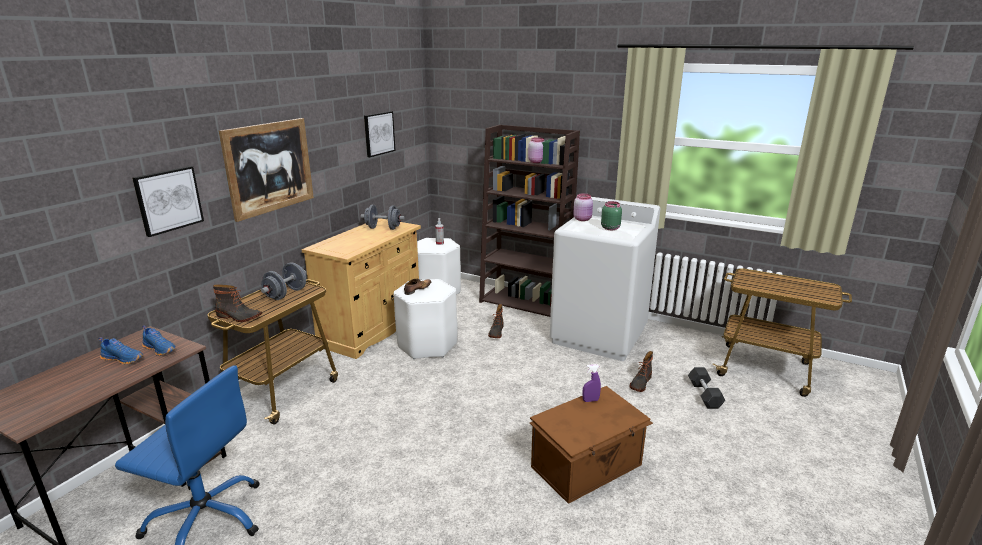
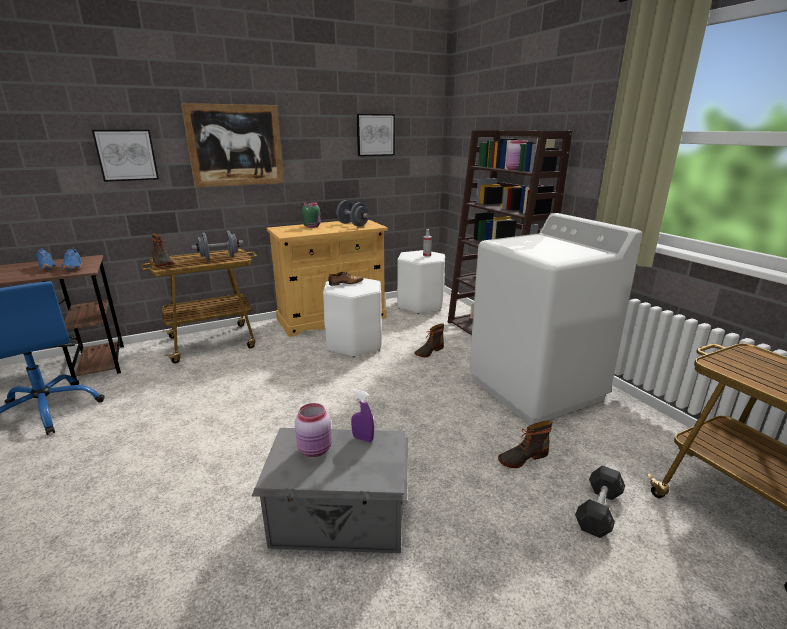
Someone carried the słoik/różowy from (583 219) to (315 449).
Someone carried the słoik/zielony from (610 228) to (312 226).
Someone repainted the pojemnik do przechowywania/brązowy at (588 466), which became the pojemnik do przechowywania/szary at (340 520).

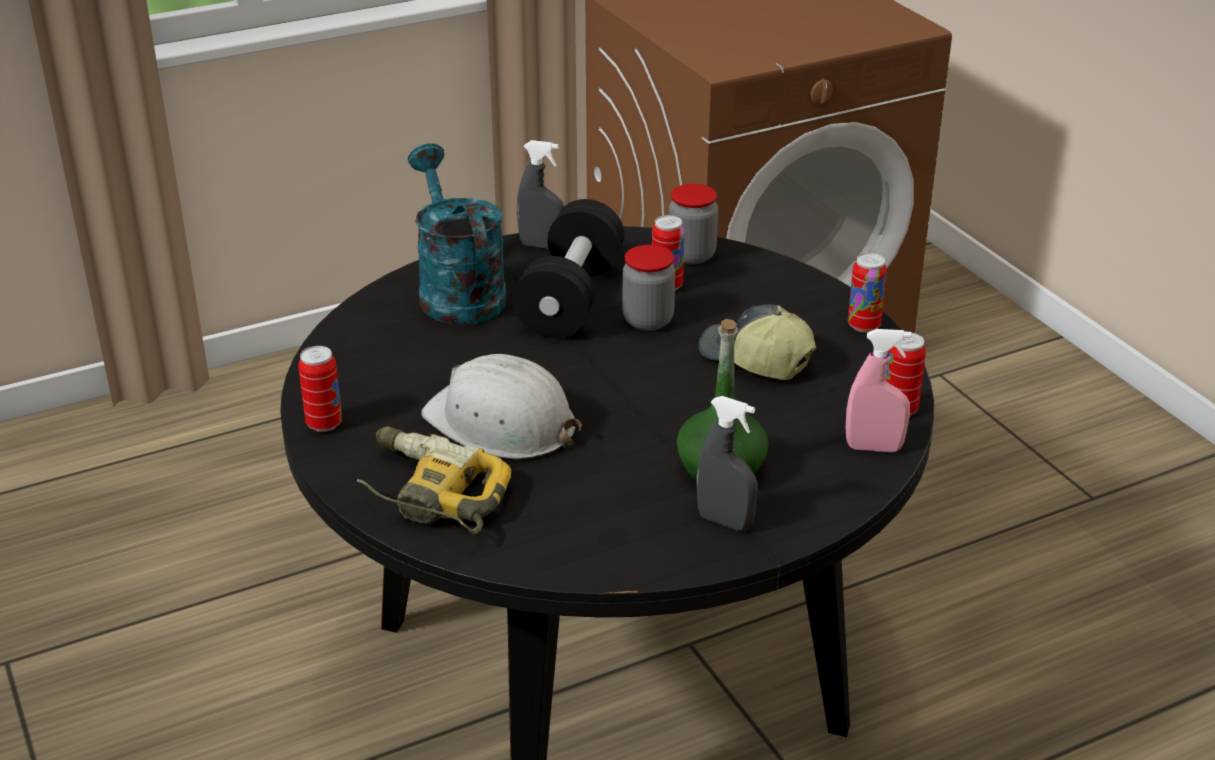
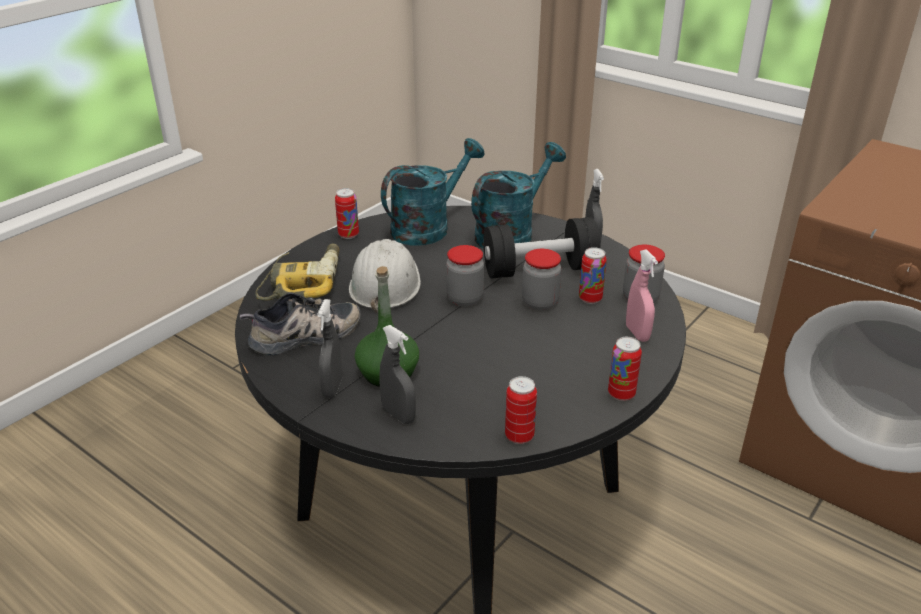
Someone took away the czapka z daszkiem at (754 359).
Someone put down the but at (305 337).
Someone put down the spryskiwacz/szary at (398 415).
Someone put down the konewka/turkusowy at (428 227).
Someone put down the słoik at (465 299).
Someone carried the spryskiwacz/różowy from (874 448) to (637 333).

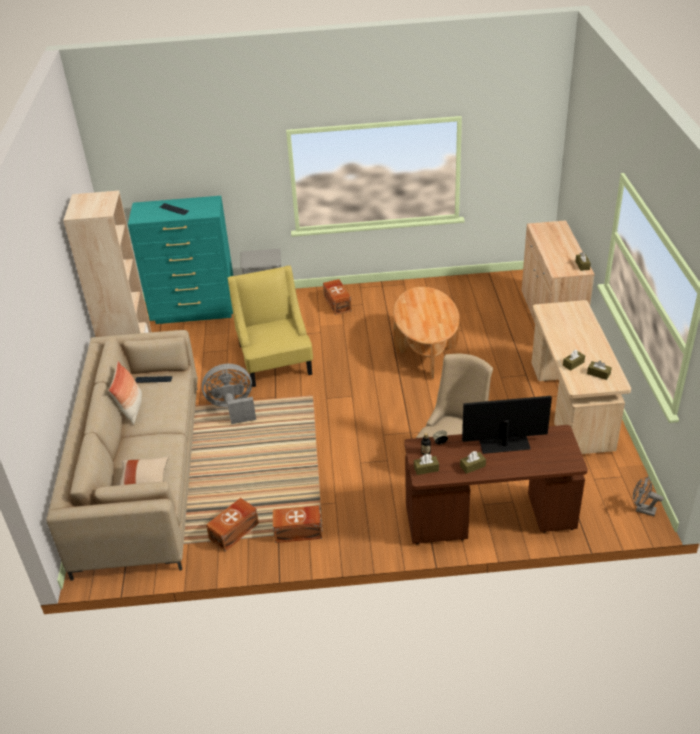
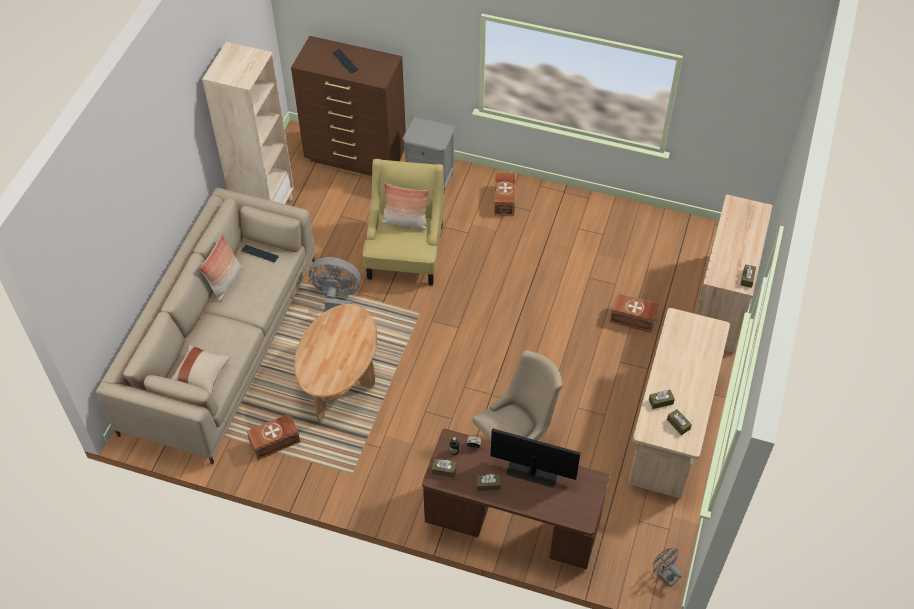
Someone put down the poduszka at (405 222).
Someone carried the pojemnik do przechowywania/brązowy from (299 532) to (633 319).
Someone carried the ława/brązowy from (426 350) to (340 378).
Someone repainted the komoda/turkusowy at (195 311), which became the komoda/brązowy at (356 157).

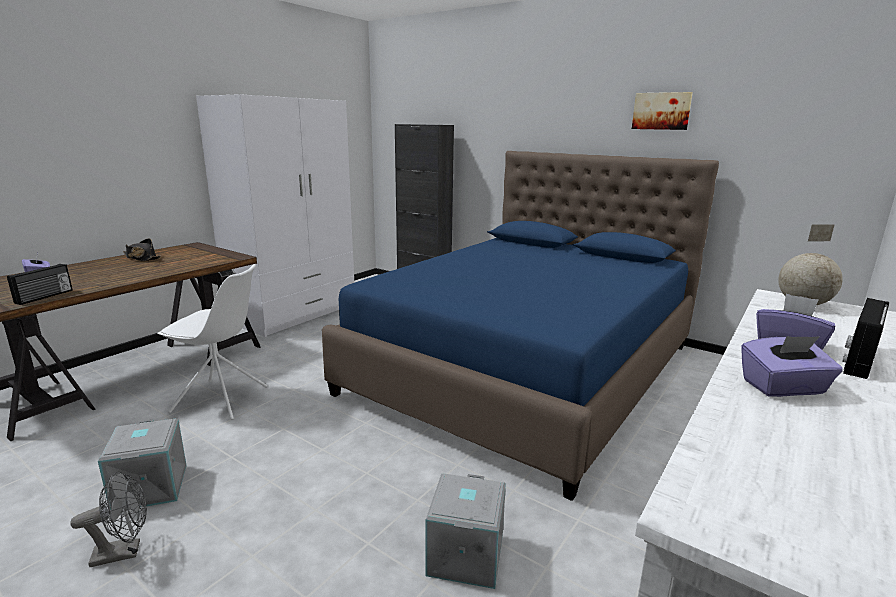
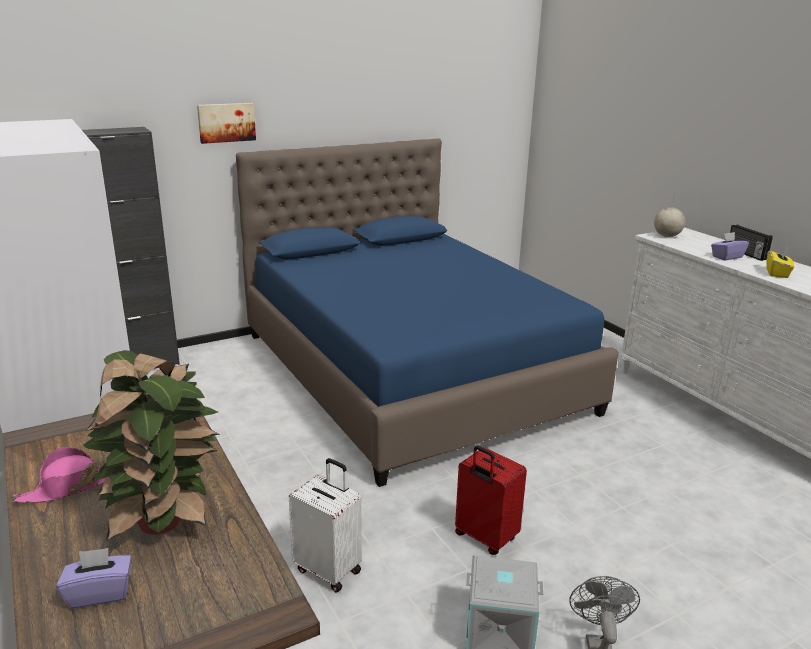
Someone took away the radio at (45 297).
Someone took away the pojemnik do przechowywania/szary at (464 554).
Someone put down the roślina doniczkowa at (163 519).
Someone put down the walizka/czerwony at (484 538).
Someone carried the obraz from (661 111) to (226 122).
Someone swapped the krzesło/biały at (222 399) for the walizka/biały at (329 569).
Someone repainted the kapelusz/czarny at (141 258), which became the kapelusz/różowy at (70 487).
Someone repainted the pudełko chusteczek/fioletowy at (783 388), which became the pudełko chusteczek/żółty at (777 273).

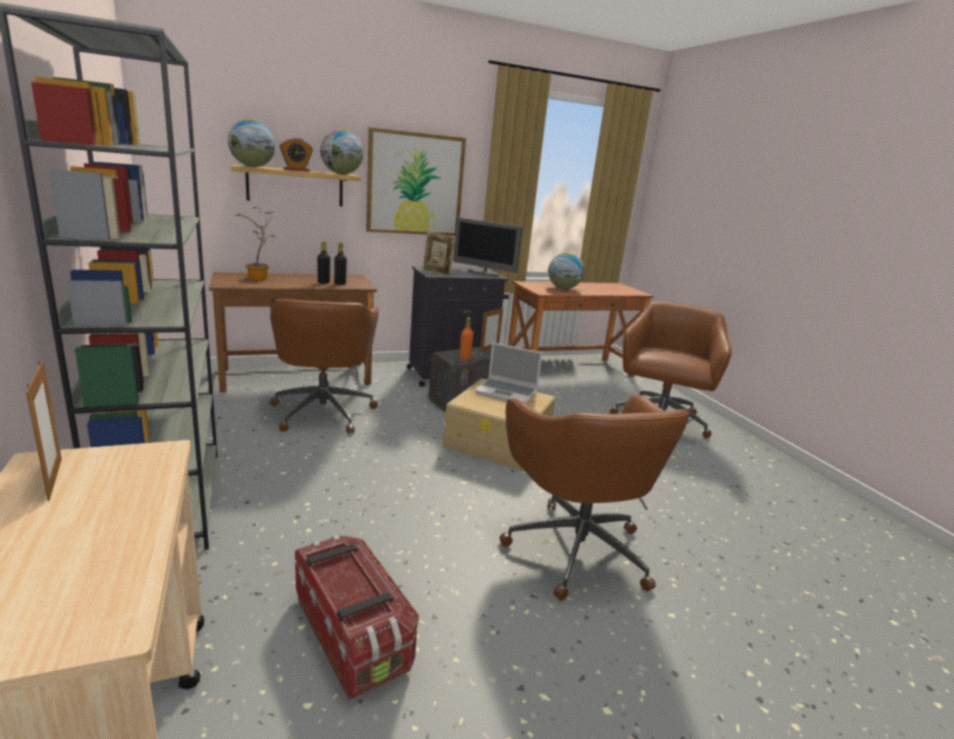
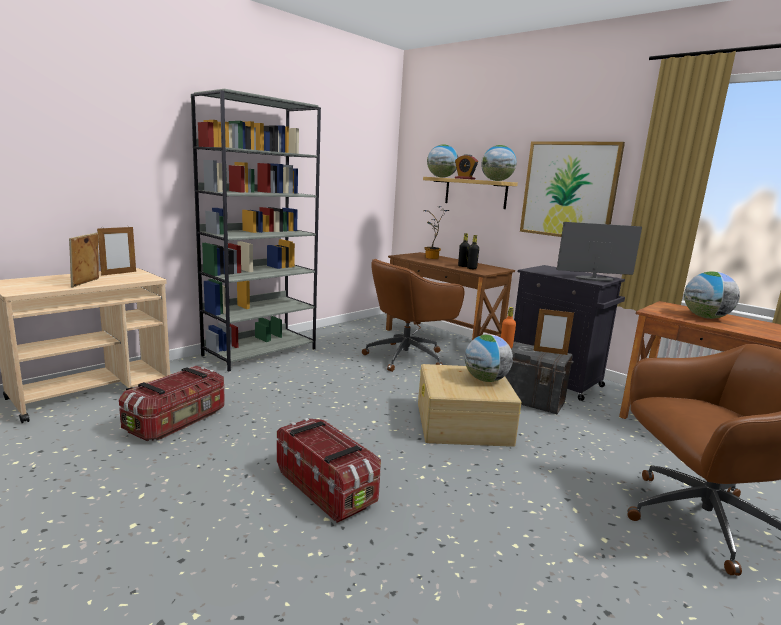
Someone carried the ramka na zdjęcie from (437 273) to (86 283).
Someone swapped the laptop at (507 392) for the globus at (485 380).
Someone swapped the krzesło biurowe/brązowy at (575 547) for the pojemnik do przechowywania at (326 487).
Someone rotated the monitor at (484 273) by 90 degrees clockwise.

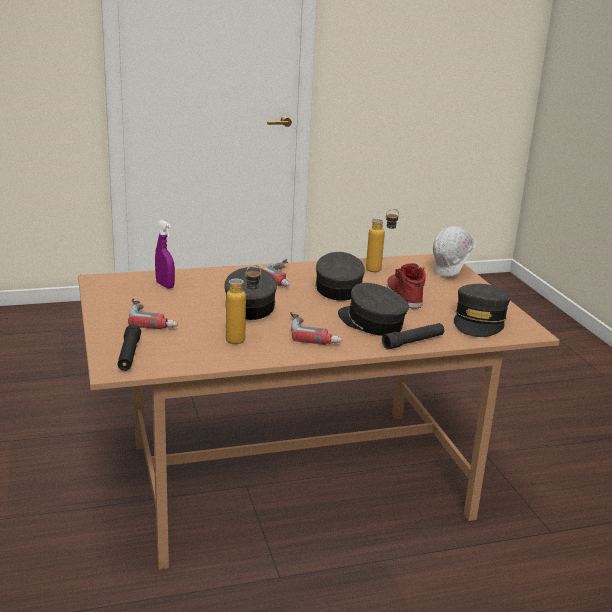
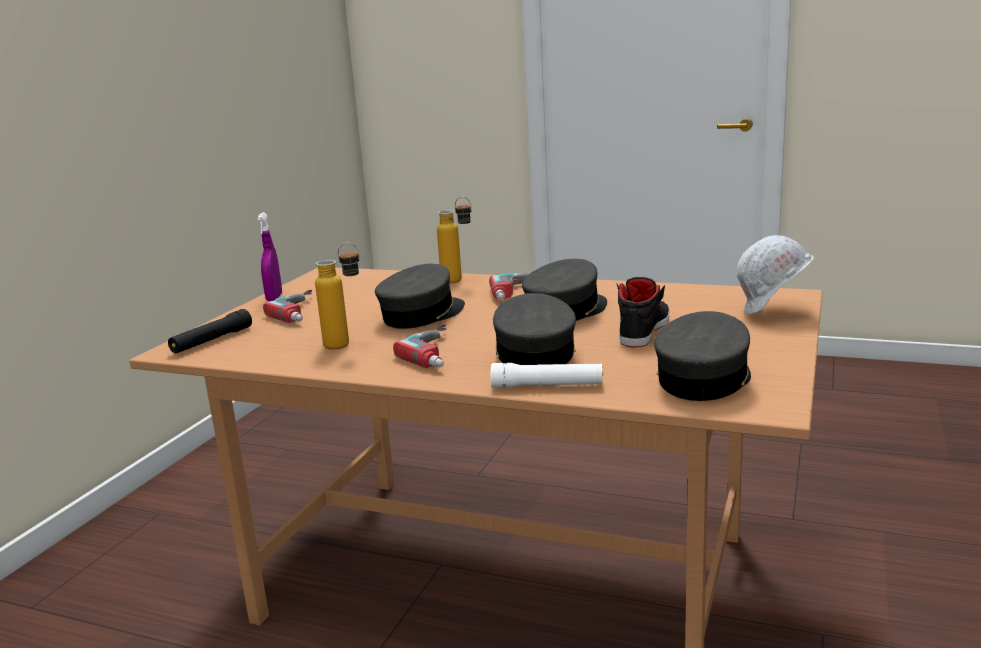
Someone carried the spryskiwacz/fioletowy from (165 285) to (274 298).
Someone carried the butelka from (379 269) to (459 281).
Someone repainted the latarka/czarny at (413 342), which became the latarka/biały at (547 386).
Someone repainted the but/czerwony at (403 295), which became the but/czarny at (643 329).
Someone rotated the czapka z daszkiem/szary at (479 321) by 150 degrees clockwise.

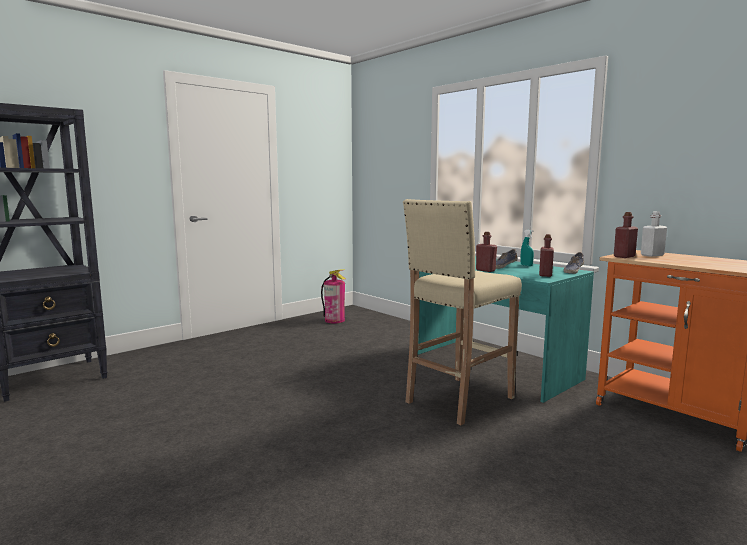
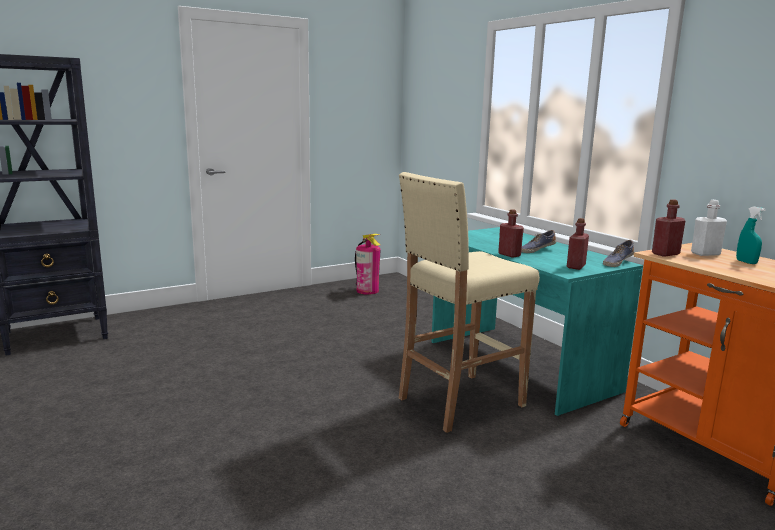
Someone carried the spryskiwacz/turkusowy from (526 265) to (746 262).

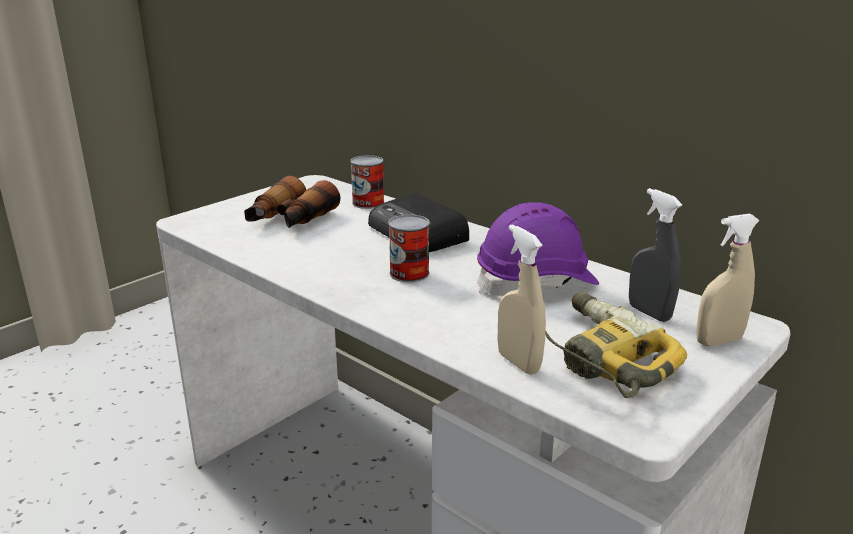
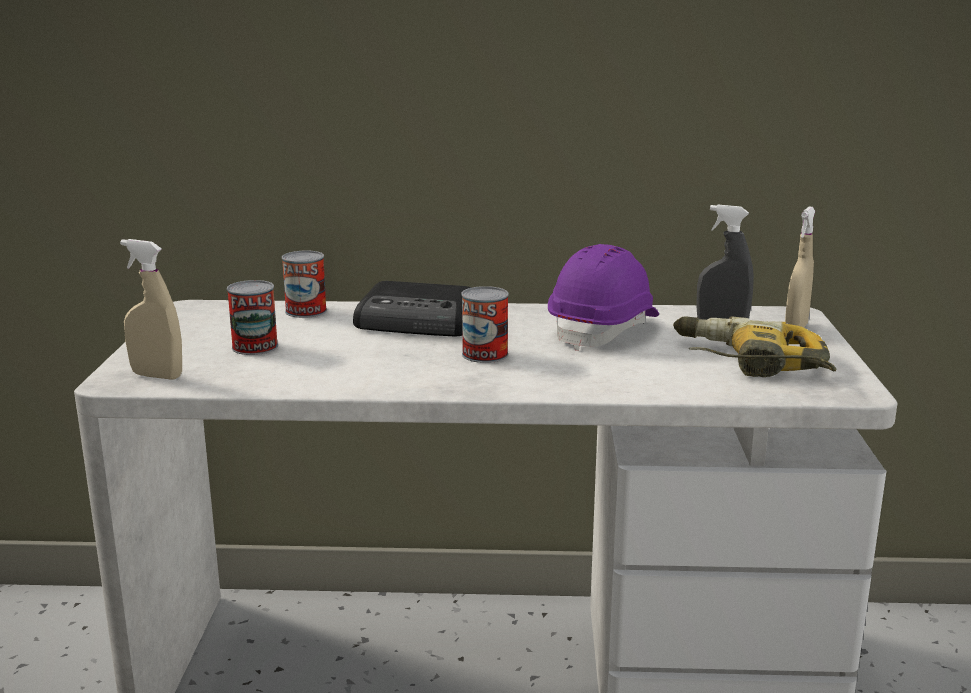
Someone carried the spryskiwacz/beżowy from (518 363) to (157 375).
Someone swapped the lornetka at (290 220) for the puszka at (255 347).

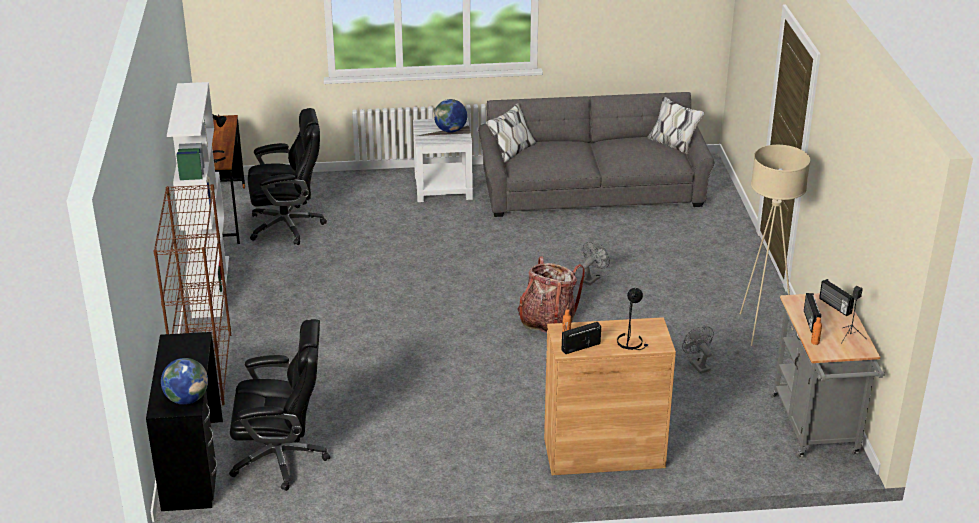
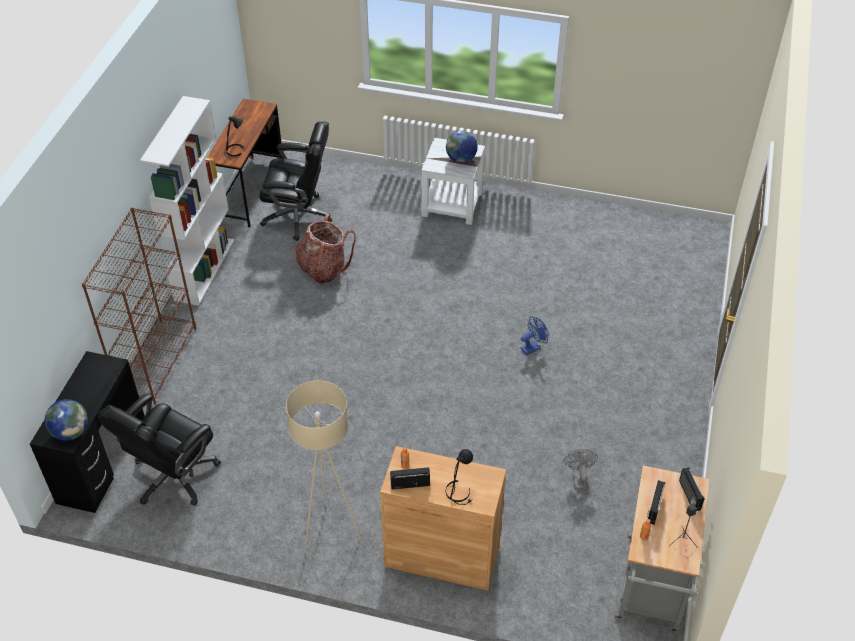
Someone took away the kanapa/szary at (592 190).
Someone carried the plecak from (547 321) to (324 268).
Someone carried the lampa stojąca/beżowy from (761 329) to (330 528).
Someone repainted the wentylator/szary at (592 278), which became the wentylator/niebieski at (533 347).
Someone rotated the krzesło biurowe/czarny at (281 458) by 105 degrees clockwise.

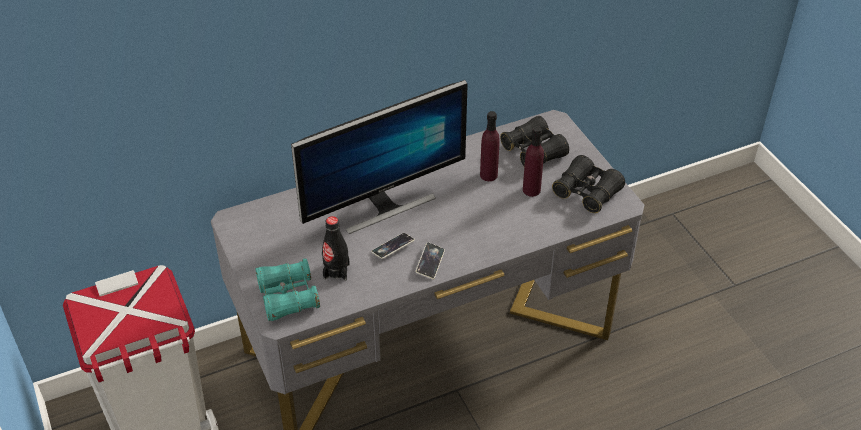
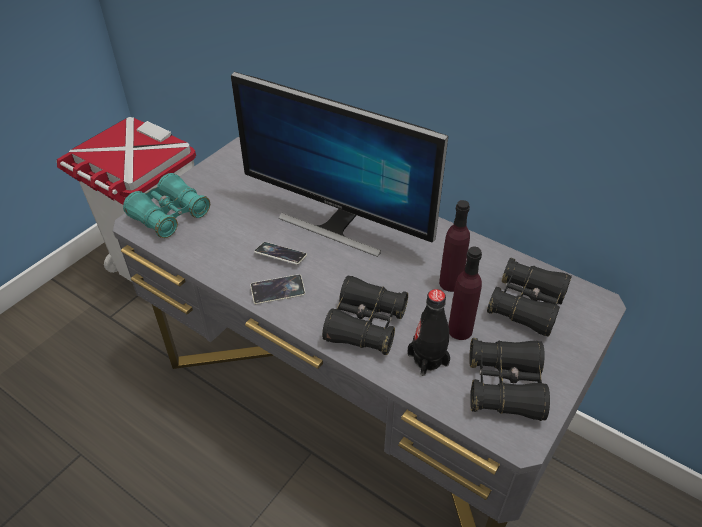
Someone put down the lornetka/czarny at (365 325).
Someone carried the butelka/czarny from (336 271) to (427 359).

